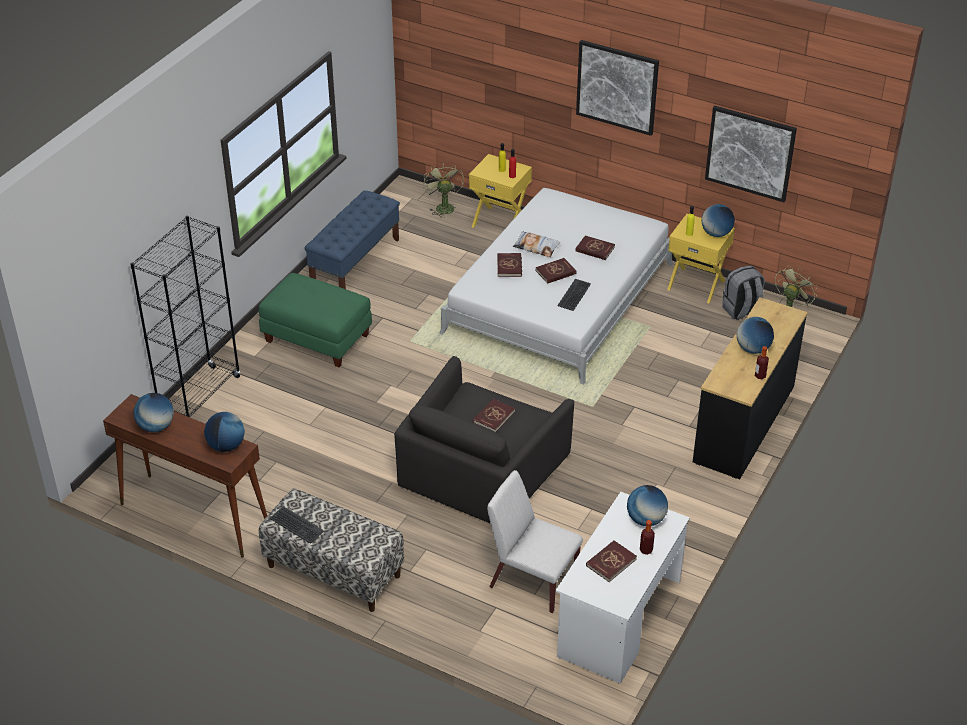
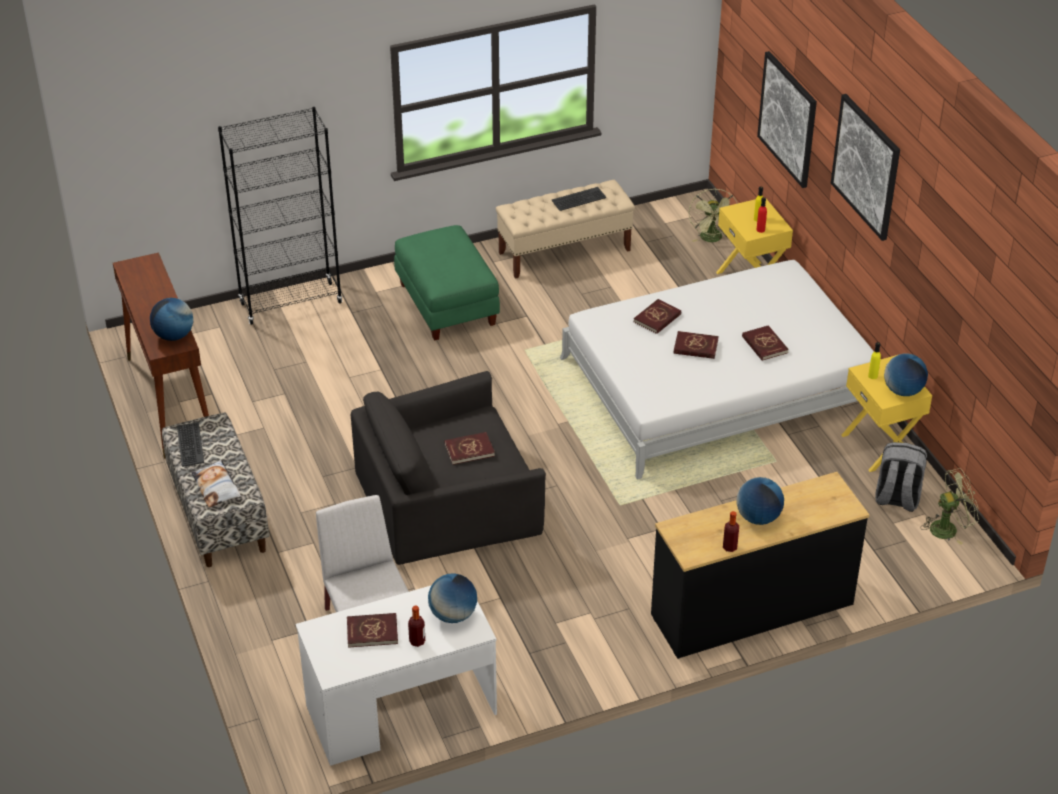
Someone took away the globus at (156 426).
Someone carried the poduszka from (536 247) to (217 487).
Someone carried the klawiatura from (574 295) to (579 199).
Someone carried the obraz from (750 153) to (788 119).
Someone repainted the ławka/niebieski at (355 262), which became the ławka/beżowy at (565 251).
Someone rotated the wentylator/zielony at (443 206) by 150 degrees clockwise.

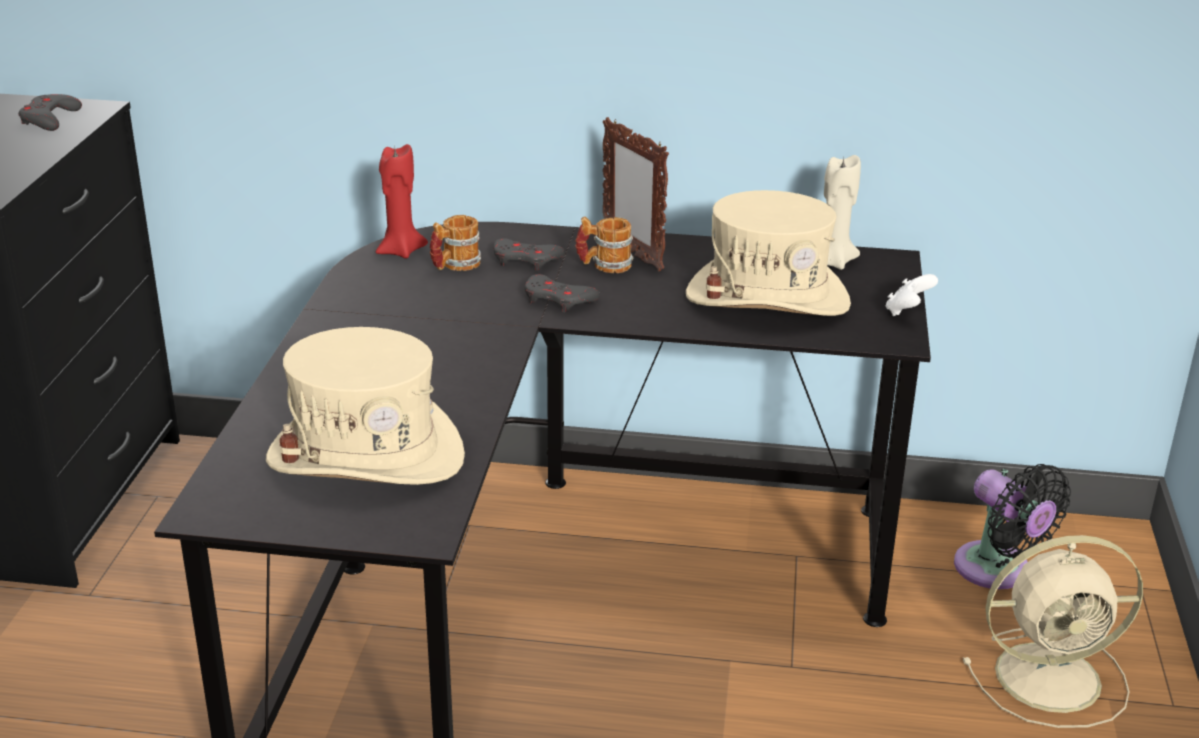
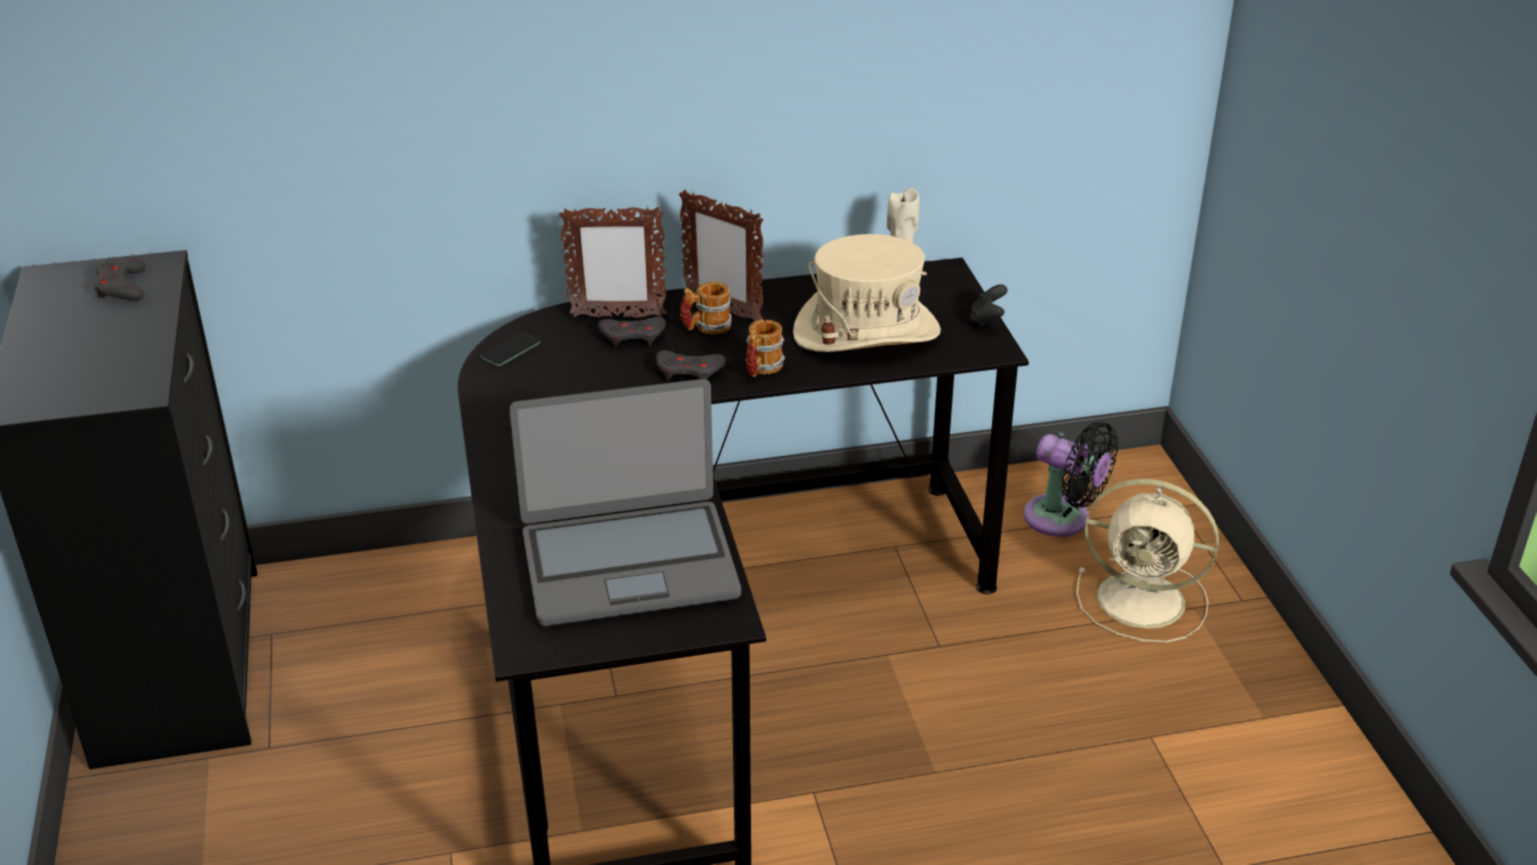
Someone put down the ramka na zdjęcie at (617 316).
Someone carried the kubek from (455 265) to (761 369).
Someone swapped the kapelusz/beżowy at (366 457) for the laptop at (629 563).
Someone swapped the świeca/czerwony at (400 251) for the telefon at (510 350).
Someone repainted the pad do gier/biały at (907 311), which became the pad do gier/czarny at (987 320).
Someone rotated the wentylator/beżowy at (1052 677) by 45 degrees clockwise.

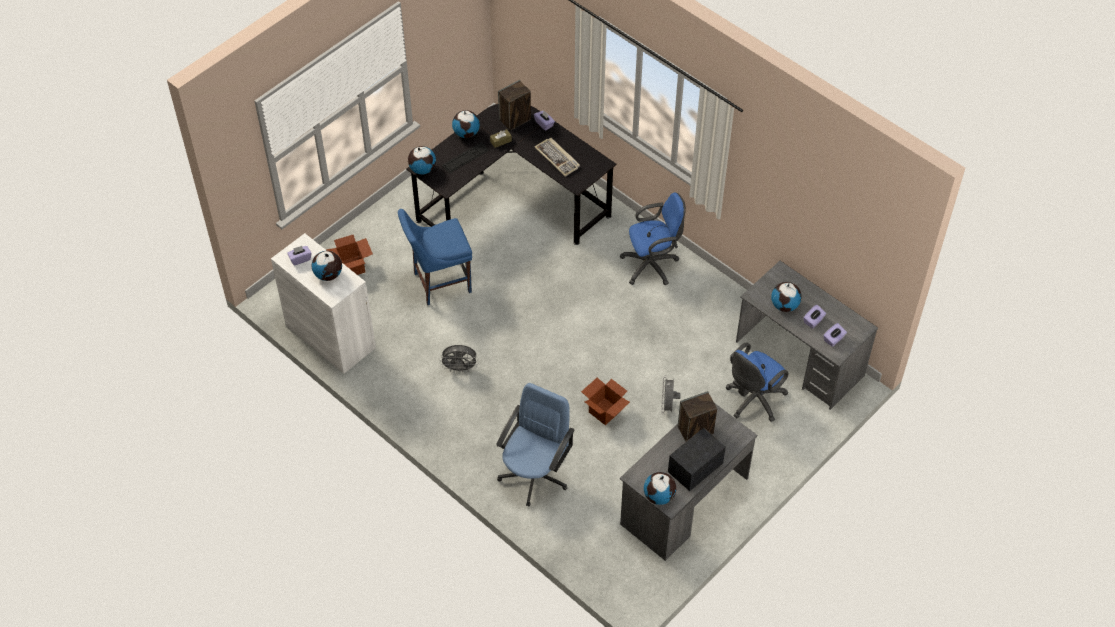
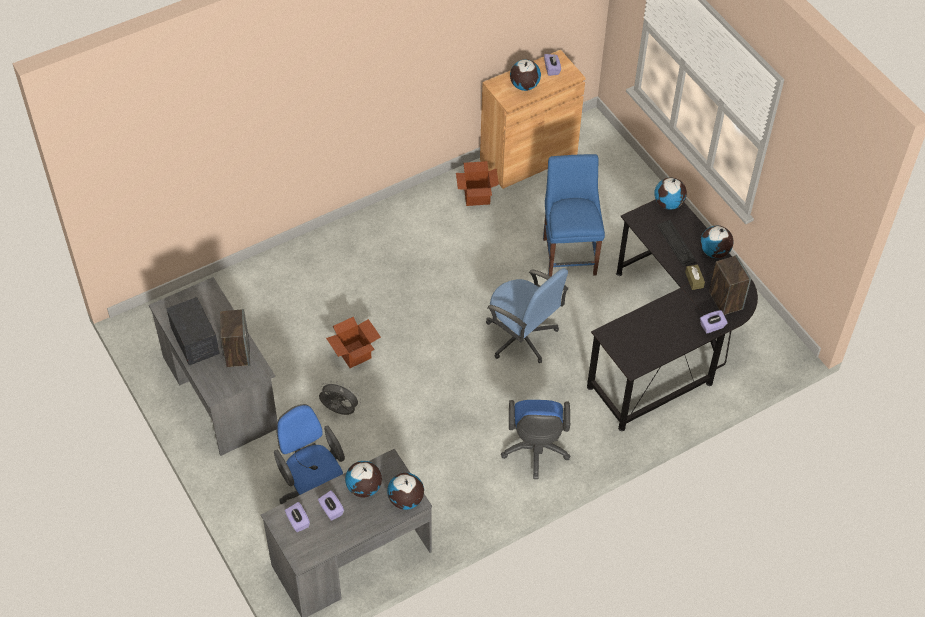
Someone took away the wentylator/szary at (460 368).
Someone took away the klawiatura at (558 158).
Someone carried the karton from (351 267) to (477 196).
Someone carried the krzesło biurowe/niebieski from (535 474) to (521 337).
Someone carried the globus from (659 496) to (405 500).
Someone repainted the szafka/biały at (330 336), which became the szafka/brązowy at (528 158).

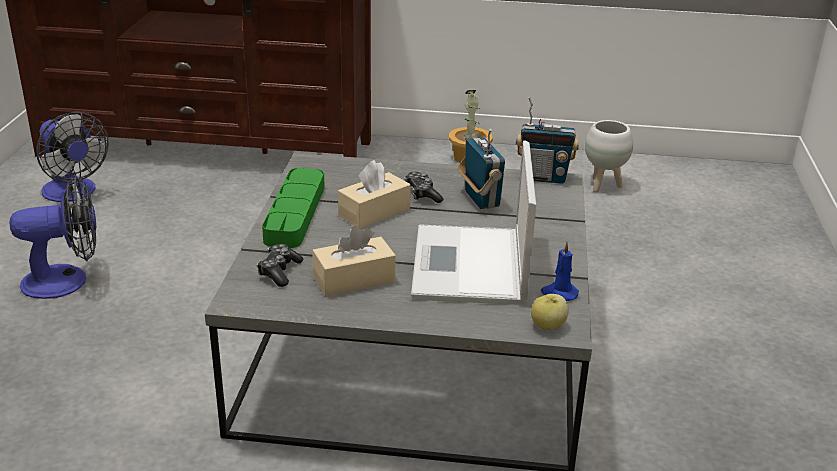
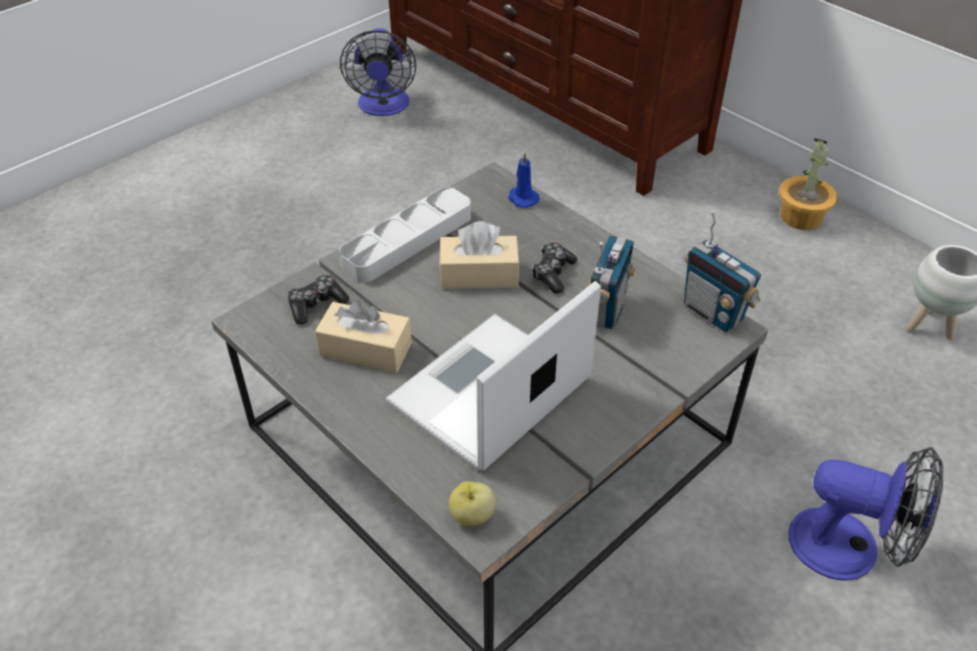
Someone carried the wentylator from (66 280) to (849 549).
Someone carried the świeca/niebieski from (559 293) to (522 198).
Someone repainted the taca/zielony at (295 213), which became the taca/szary at (407 240).

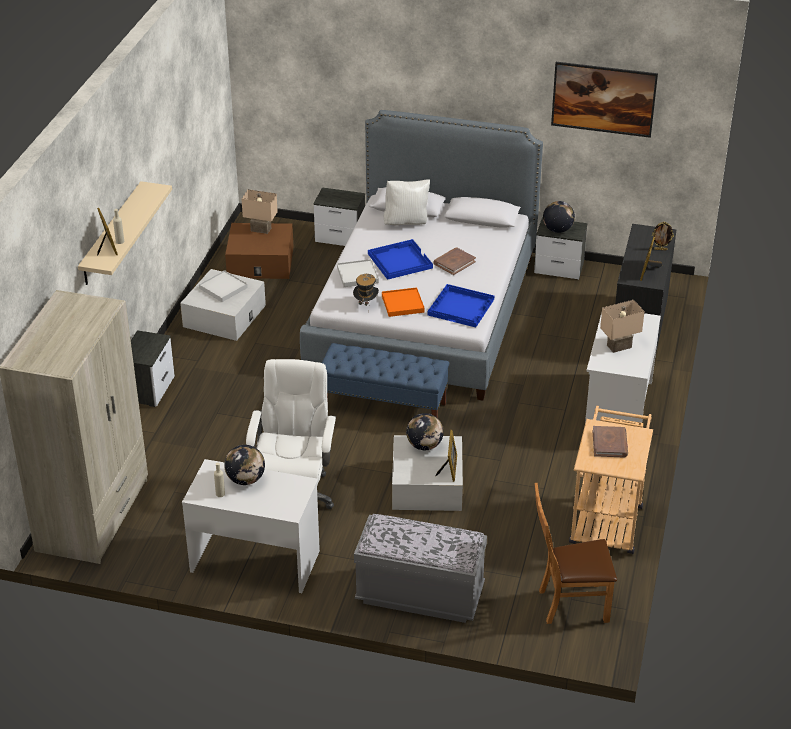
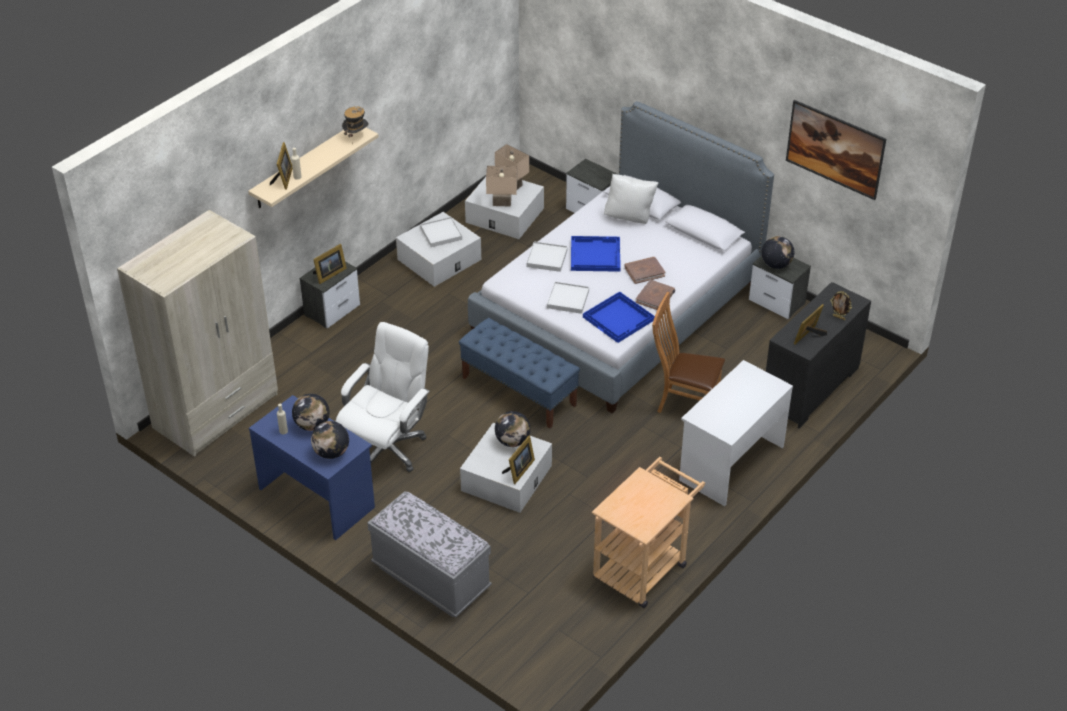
Someone put down the globus at (331 453).
Someone put down the ramka na zdjęcie at (329 274).
Someone carried the kapelusz from (366 304) to (356 137).
Someone carried the krzesło/brązowy from (568 604) to (684 404).
Someone carried the książka/brązowy from (610 444) to (655 297).
Someone carried the lampa stołowa/beżowy from (619 346) to (502 202).
Someone repainted the biurko/biały at (255 560), which became the biurko/niebieski at (317 497).
Someone repainted the pojemnik do przechowywania/brązowy at (260 262), which became the pojemnik do przechowywania/biały at (505 215).
Someone repainted the taca/pomarańczowy at (402 304), which became the taca/biały at (568 299).

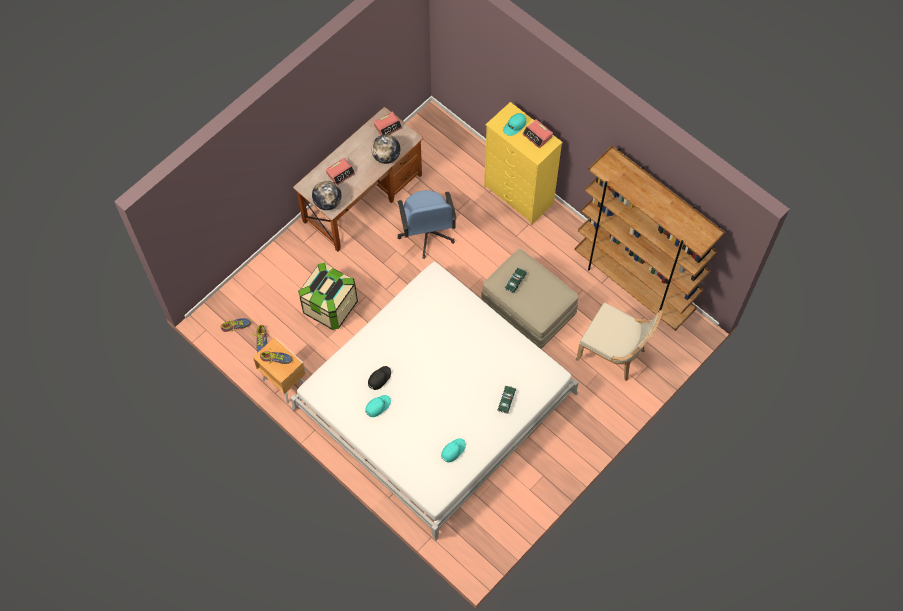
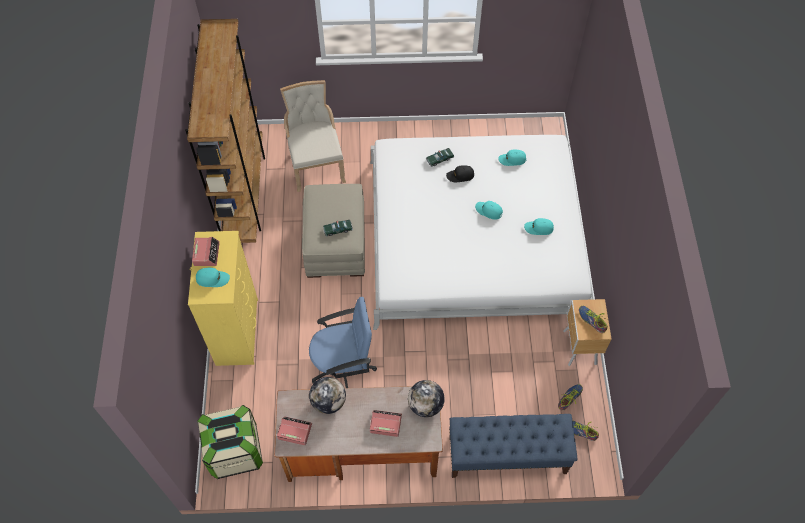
Someone put down the ławka/niebieski at (507 455).
Someone put down the czapka z daszkiem/turkusowy at (488 211).
Someone carried the pojemnik do przechowywania from (330 306) to (235 451).
Someone carried the czapka z daszkiem/czarny from (379 378) to (460 176).
Someone rotated the krzesło biurowe/niebieski at (426 234) by 45 degrees clockwise.

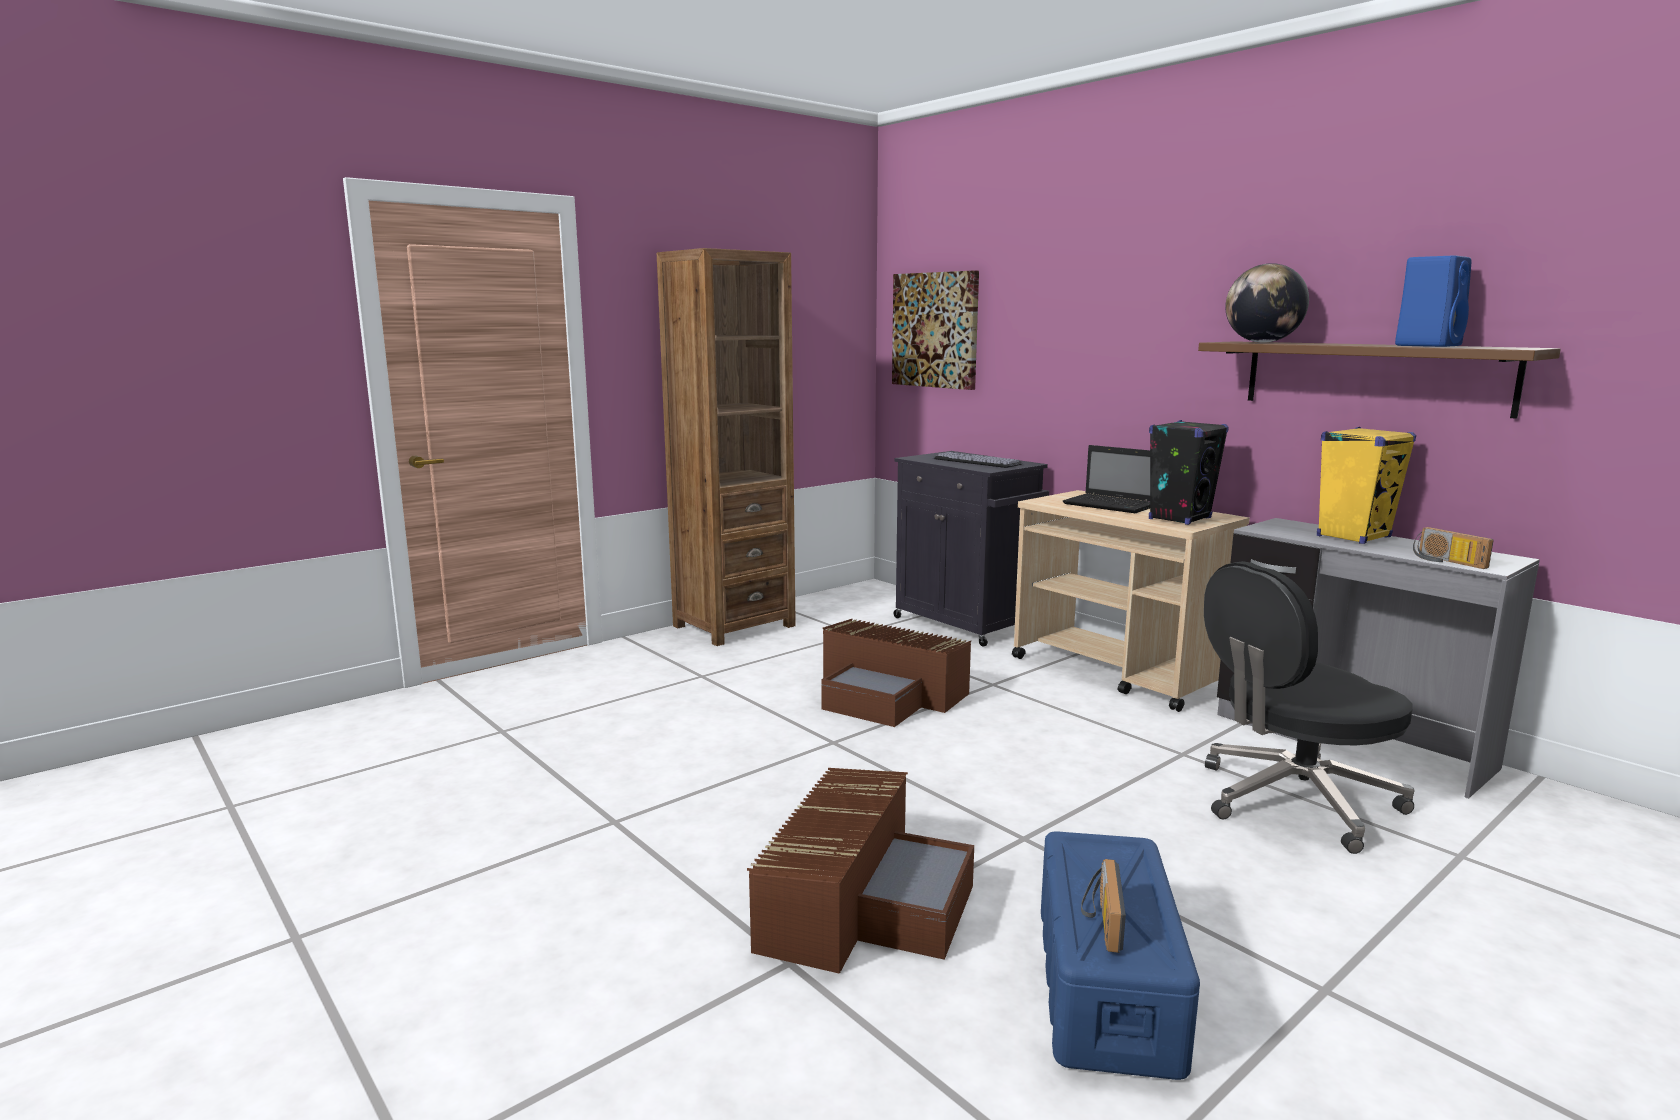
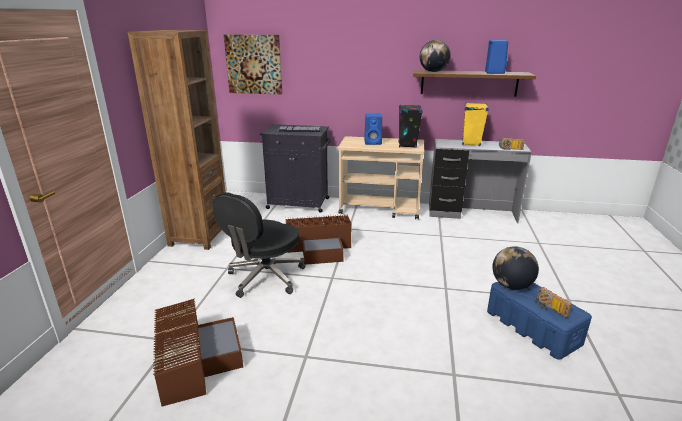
Someone put down the globus at (511 285).
Someone carried the pojemnik do przechowywania/brązowy from (861 901) to (194 360).
Someone carried the krzesło biurowe/czarny from (1293 801) to (265 278).
Someone swapped the laptop at (1111 505) for the głośnik/niebieski at (373 142).

